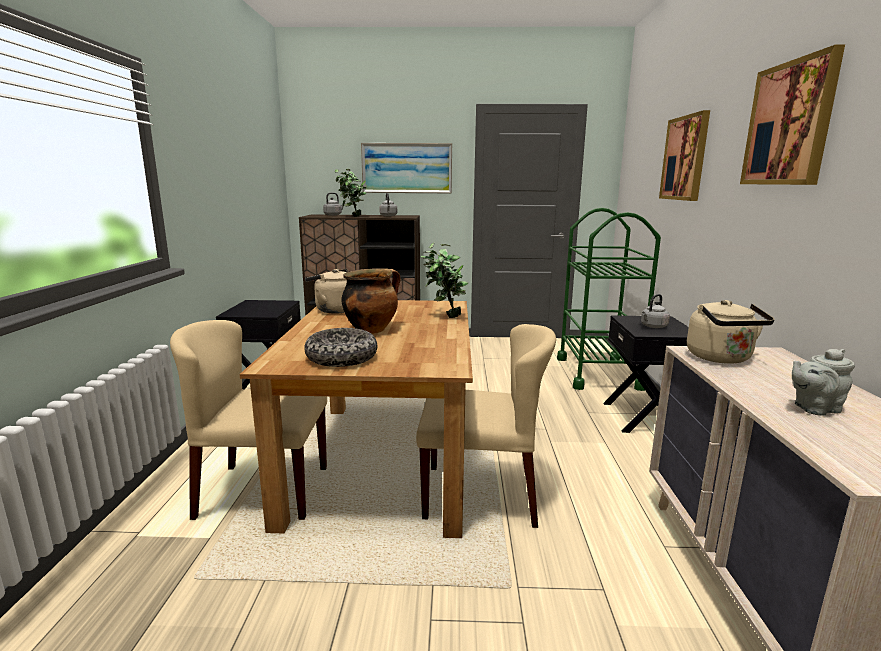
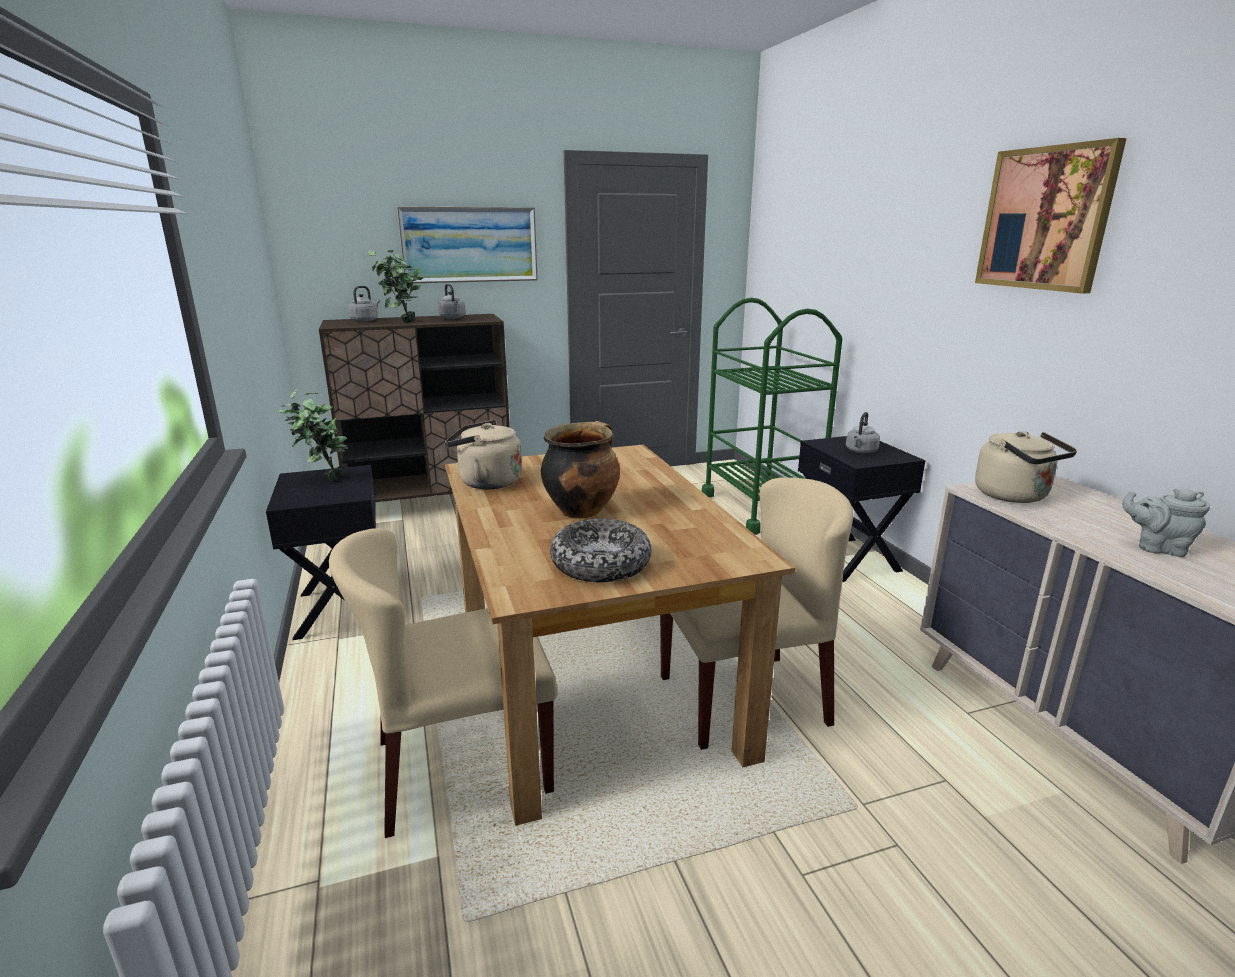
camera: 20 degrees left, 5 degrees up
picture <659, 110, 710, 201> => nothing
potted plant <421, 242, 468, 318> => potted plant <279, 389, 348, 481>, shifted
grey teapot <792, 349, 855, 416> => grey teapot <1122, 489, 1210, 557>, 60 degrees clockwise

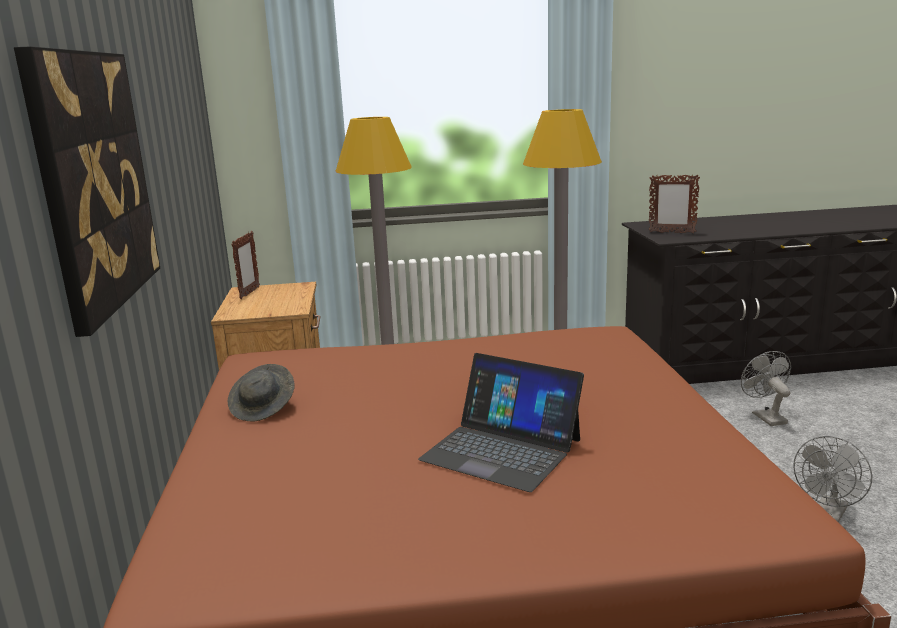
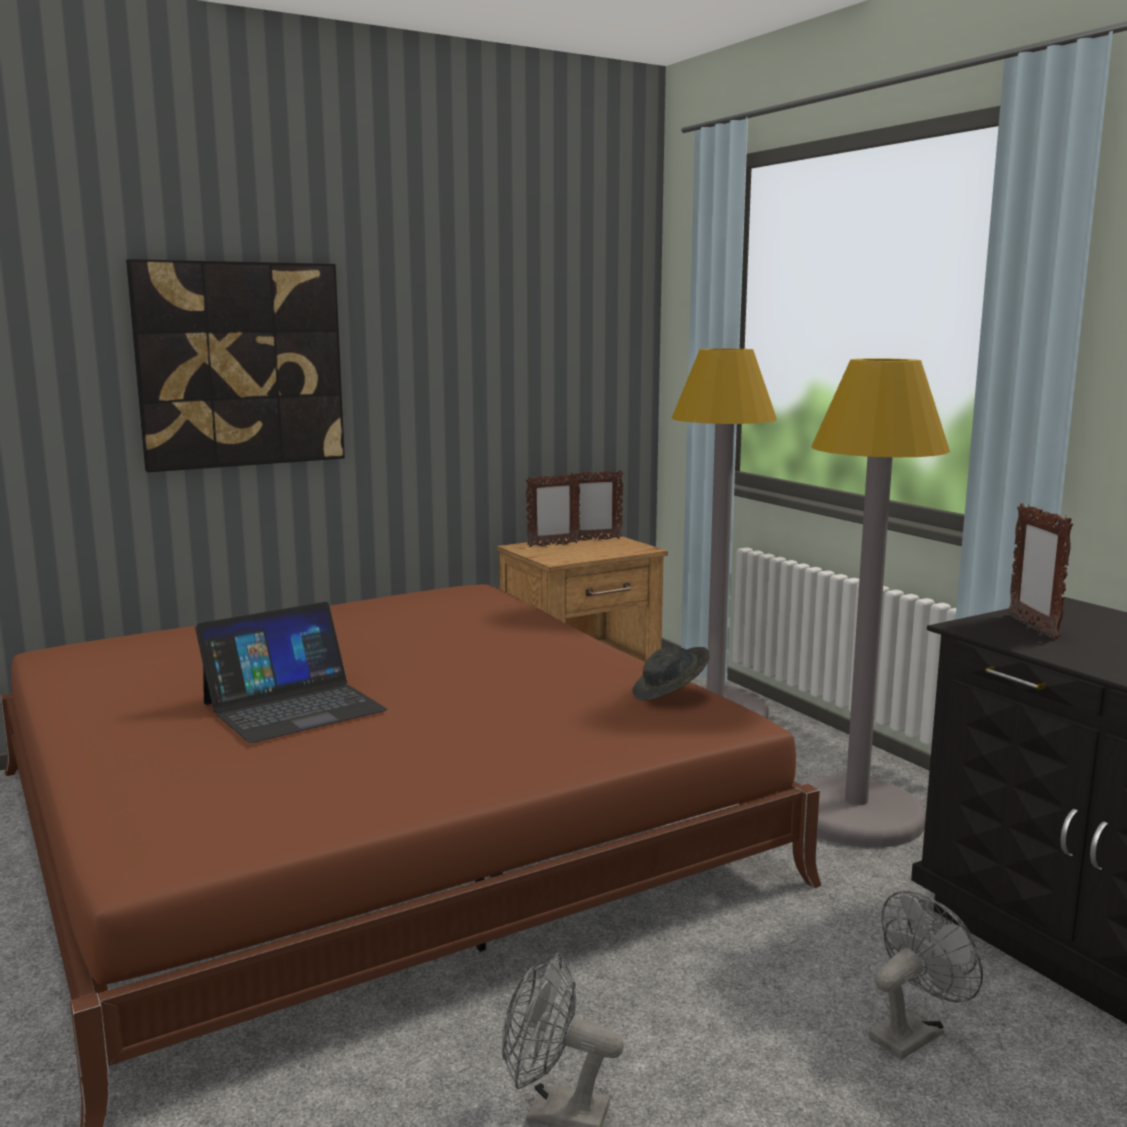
camera: 65 degrees right, 5 degrees down
laptop <418, 353, 584, 492> => laptop <195, 602, 387, 743>, 135 degrees counterclockwise
grey hat <228, 364, 295, 421> => grey hat <632, 647, 710, 700>, shifted
nothing => picture frame <525, 473, 580, 547>

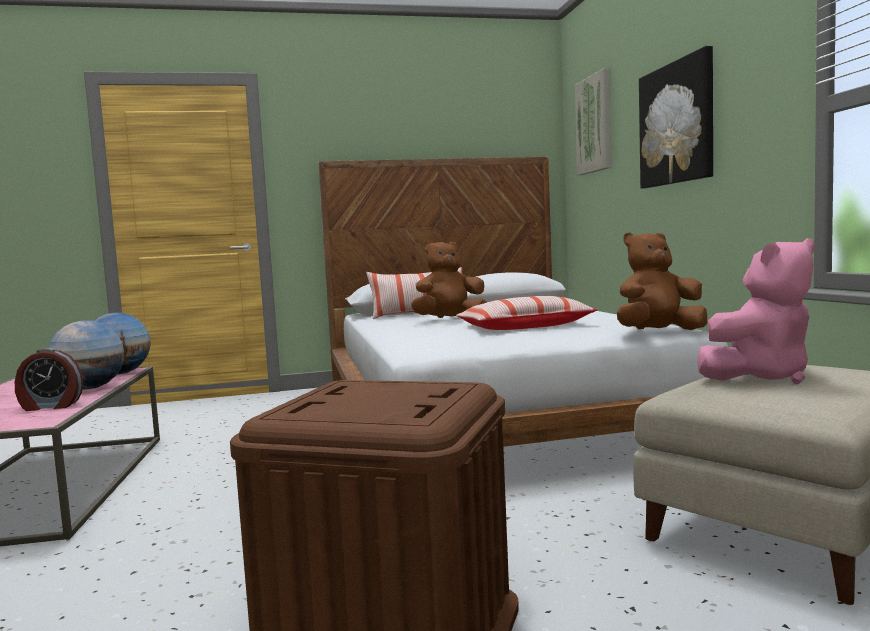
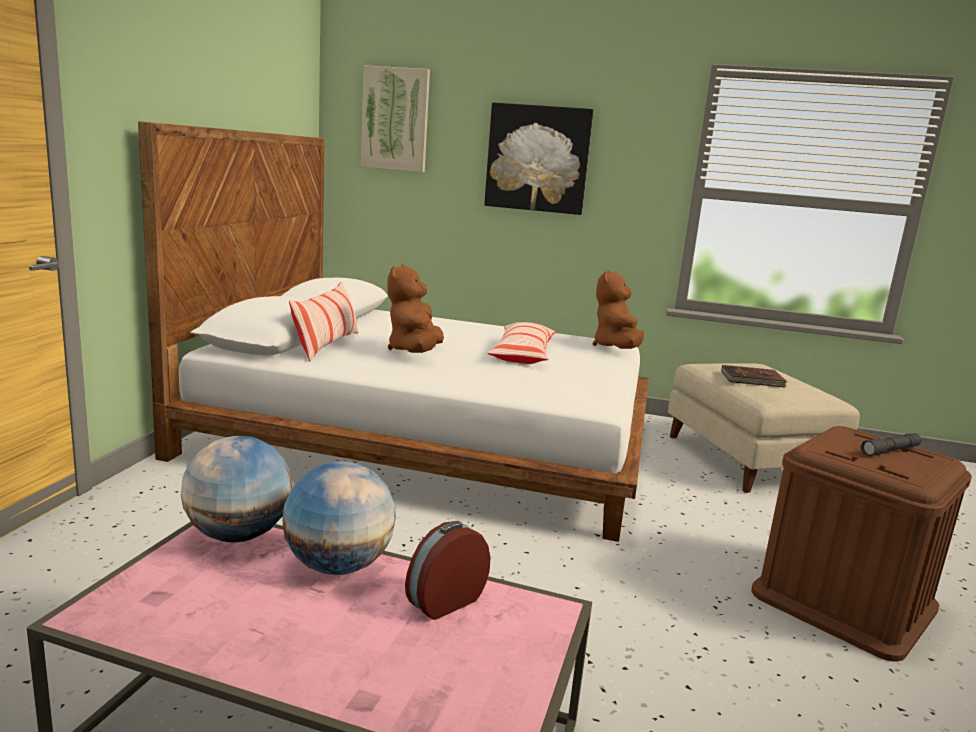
camera: 65 degrees left, 10 degrees up
pink plush toy <697, 238, 815, 384> => brown book <721, 365, 788, 387>
alarm clock <15, 348, 83, 411> => alarm clock <405, 521, 490, 620>, 150 degrees counterclockwise
nothing => grey flashlight <860, 433, 922, 456>

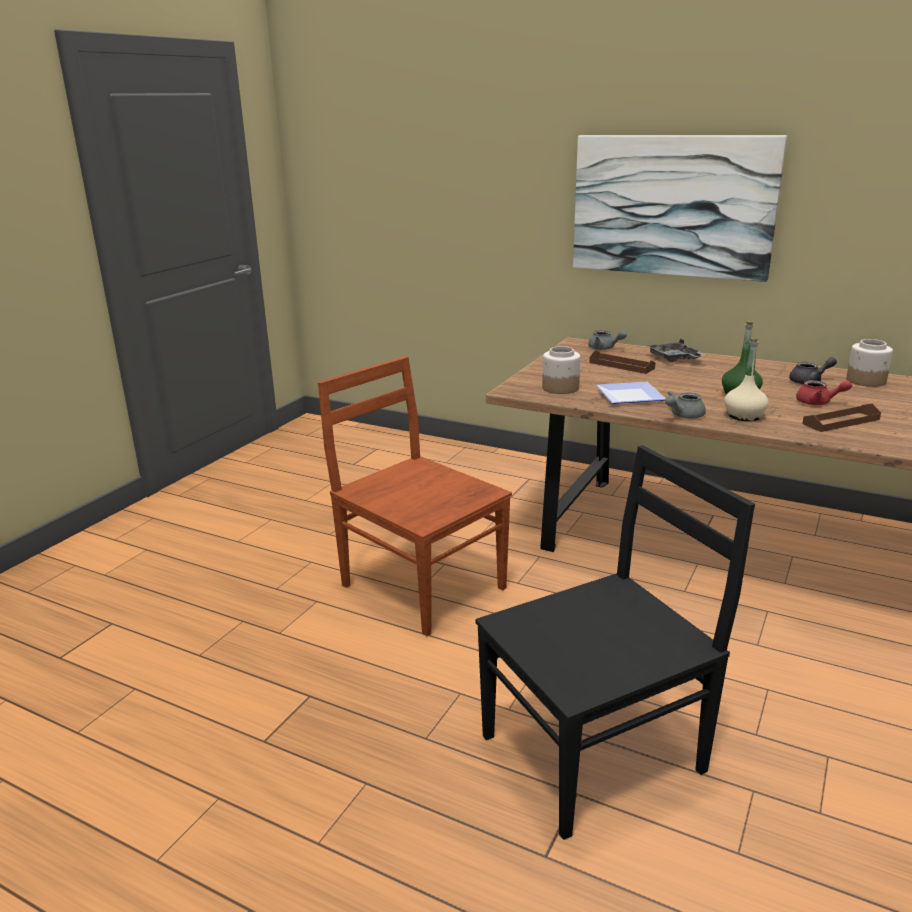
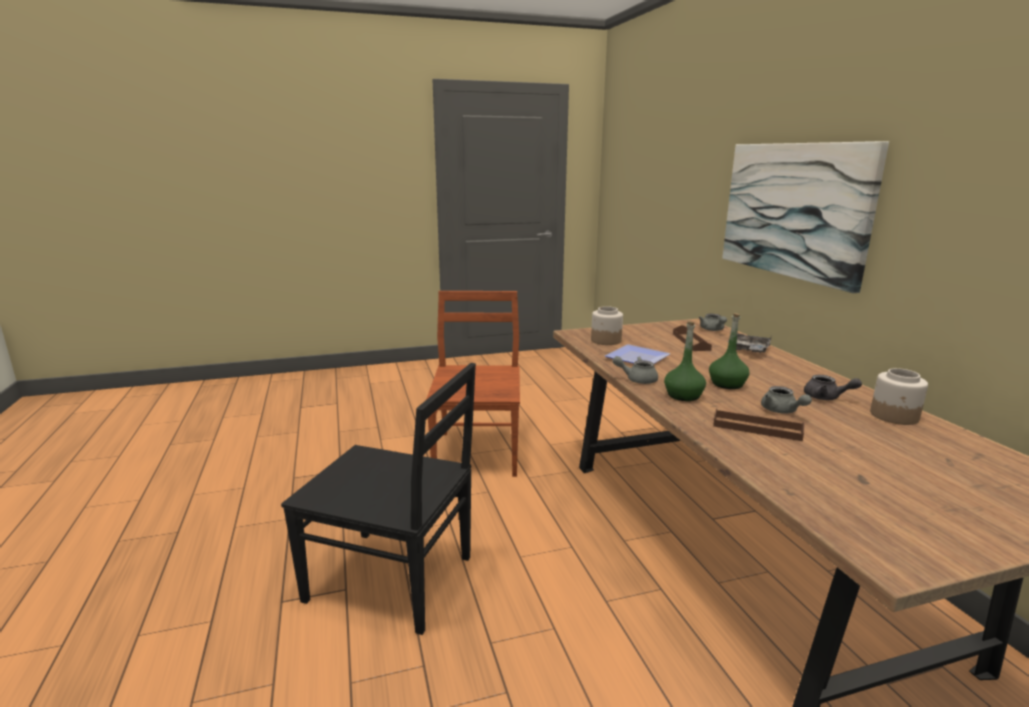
camera: 45 degrees right, 5 degrees down
beige bottle <724, 339, 769, 421> => green bottle <664, 322, 706, 401>
red teapot <796, 380, 852, 405> => grey teapot <761, 386, 812, 414>

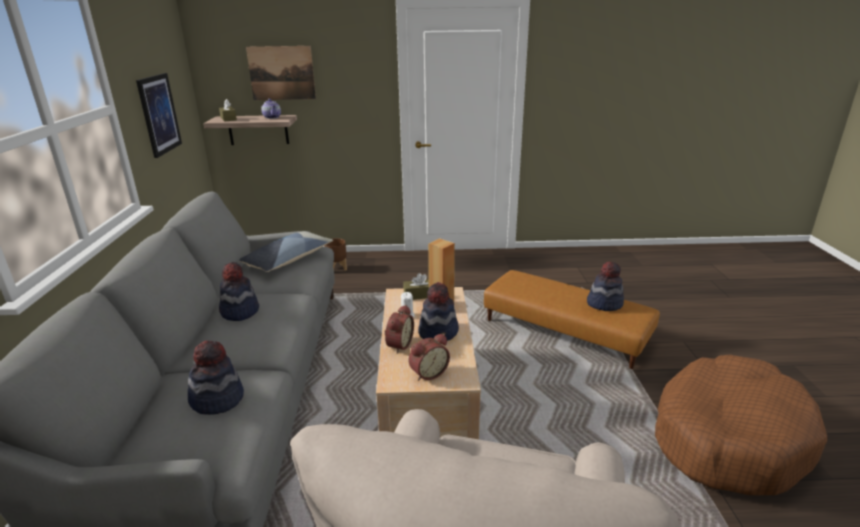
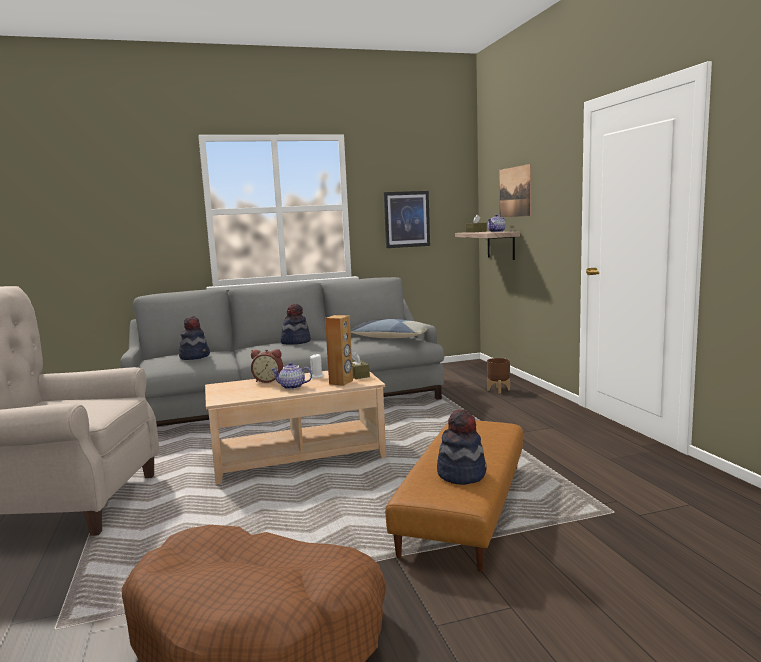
camera: 75 degrees right, 15 degrees down
hat <418, 282, 459, 341> => teapot <271, 362, 312, 389>
alarm clock <409, 334, 450, 381> => nothing

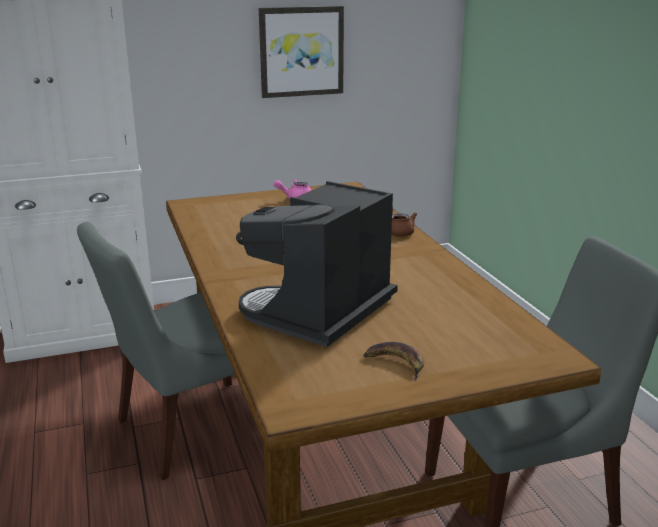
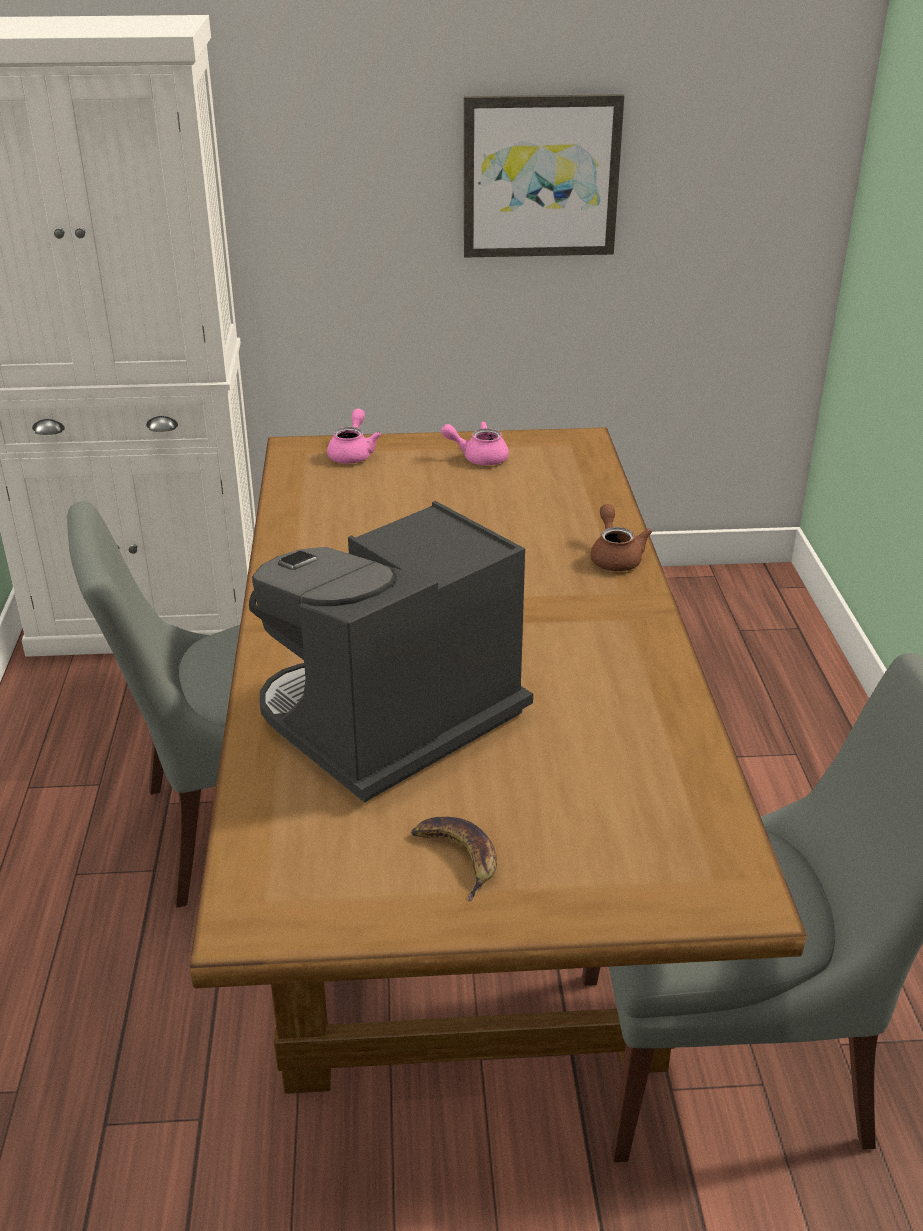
camera: 15 degrees right, 10 degrees up
nothing => pink teapot <327, 409, 381, 464>

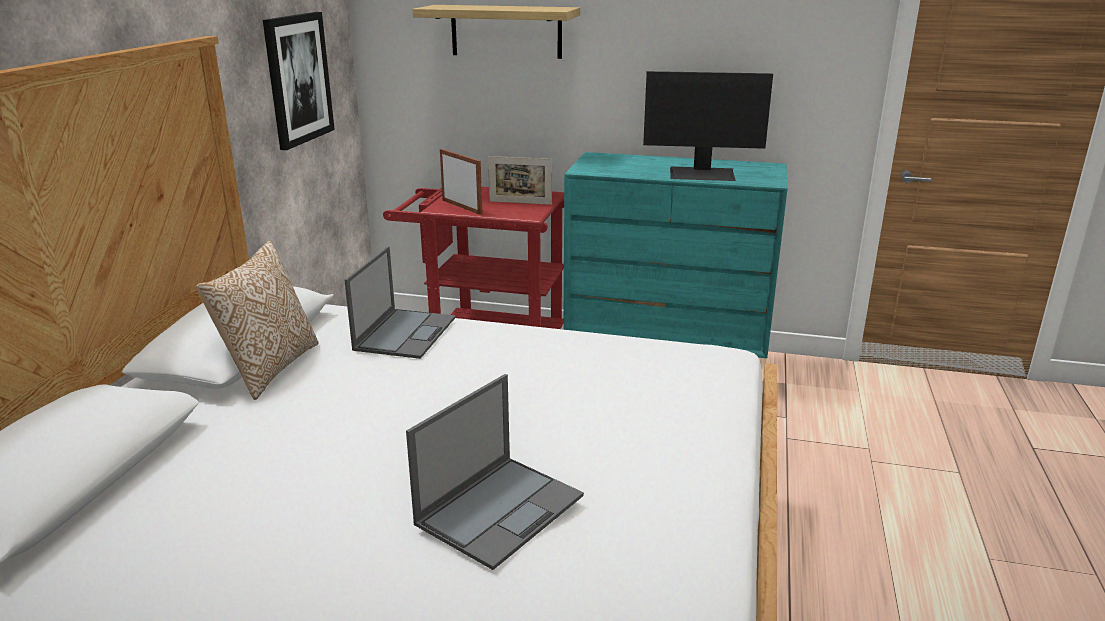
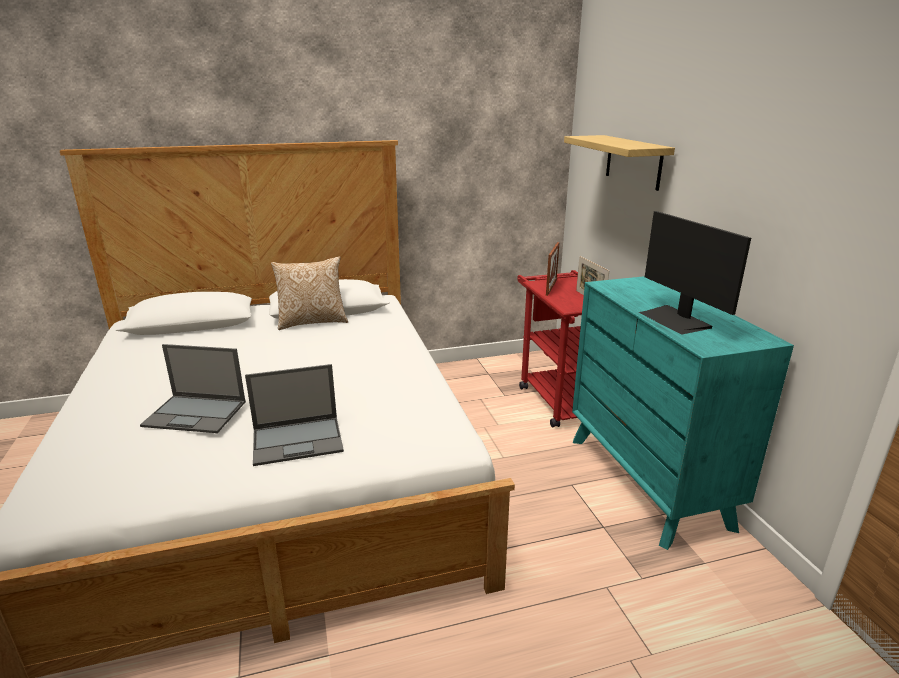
camera: 60 degrees right, 0 degrees up
picture <263, 12, 335, 150> => nothing
laptop <344, 246, 455, 359> => laptop <245, 364, 344, 466>, shifted

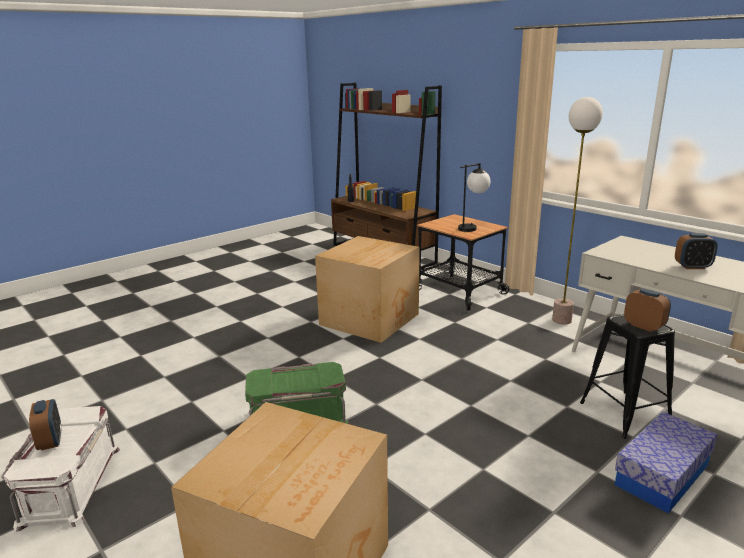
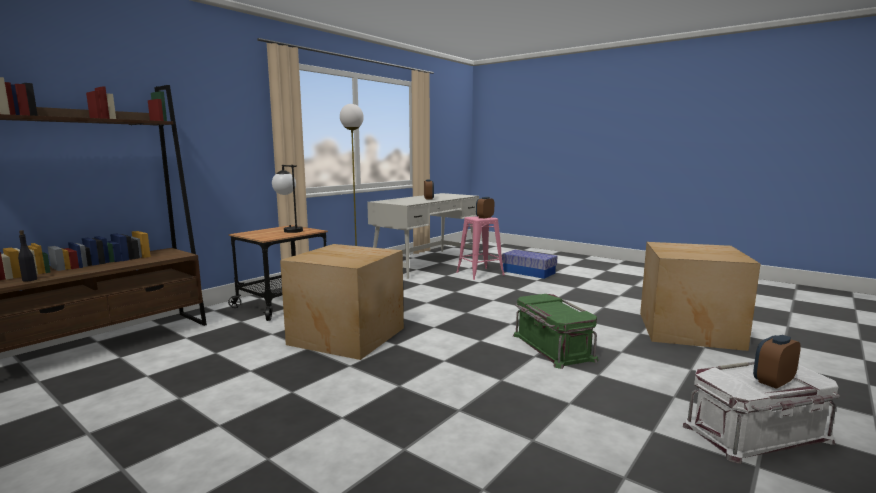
camera: 100 degrees left, 10 degrees down
black stool <580, 314, 675, 439> => pink stool <457, 216, 505, 280>

